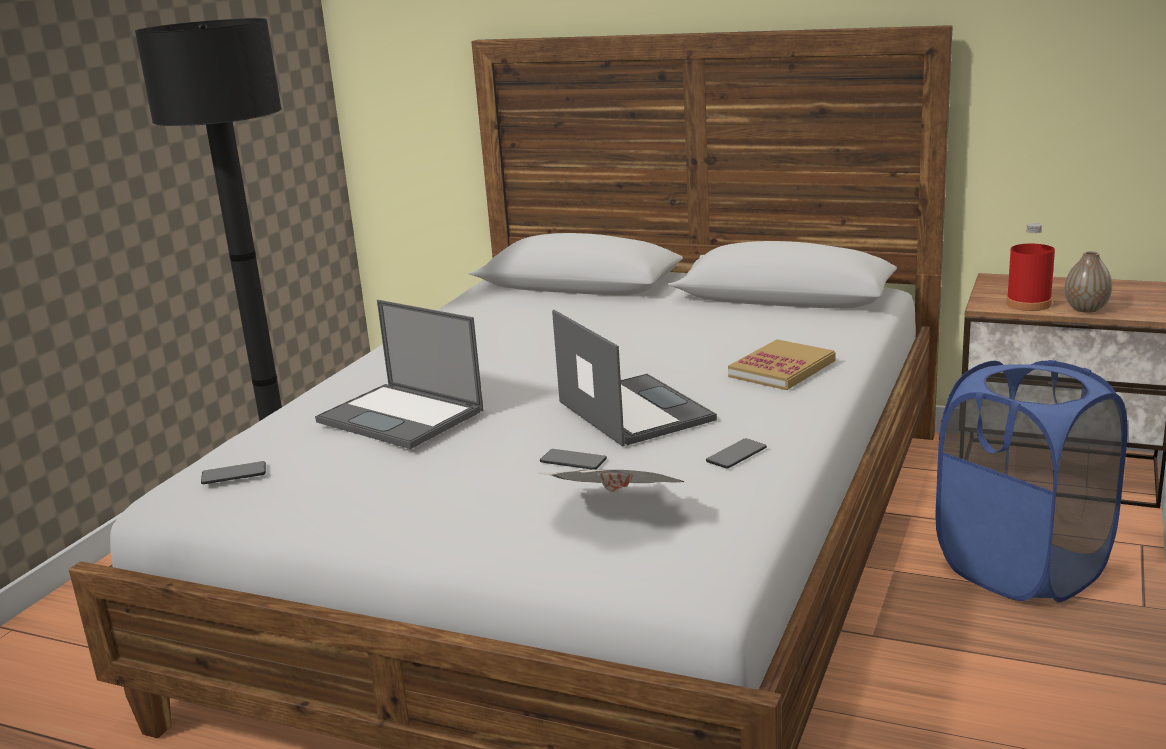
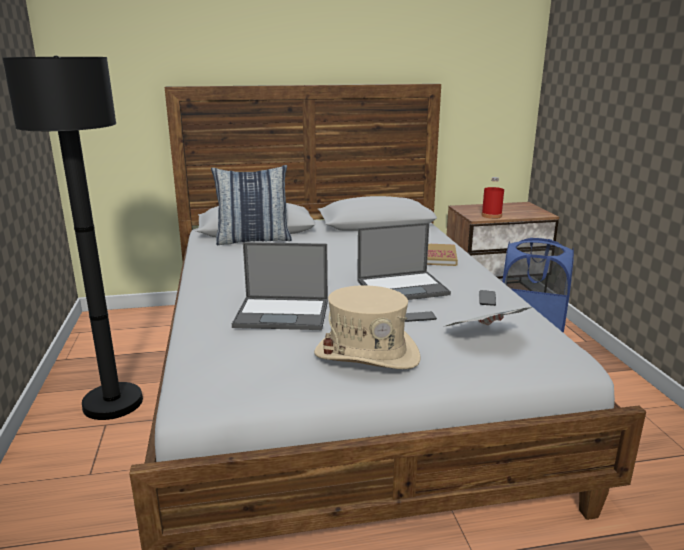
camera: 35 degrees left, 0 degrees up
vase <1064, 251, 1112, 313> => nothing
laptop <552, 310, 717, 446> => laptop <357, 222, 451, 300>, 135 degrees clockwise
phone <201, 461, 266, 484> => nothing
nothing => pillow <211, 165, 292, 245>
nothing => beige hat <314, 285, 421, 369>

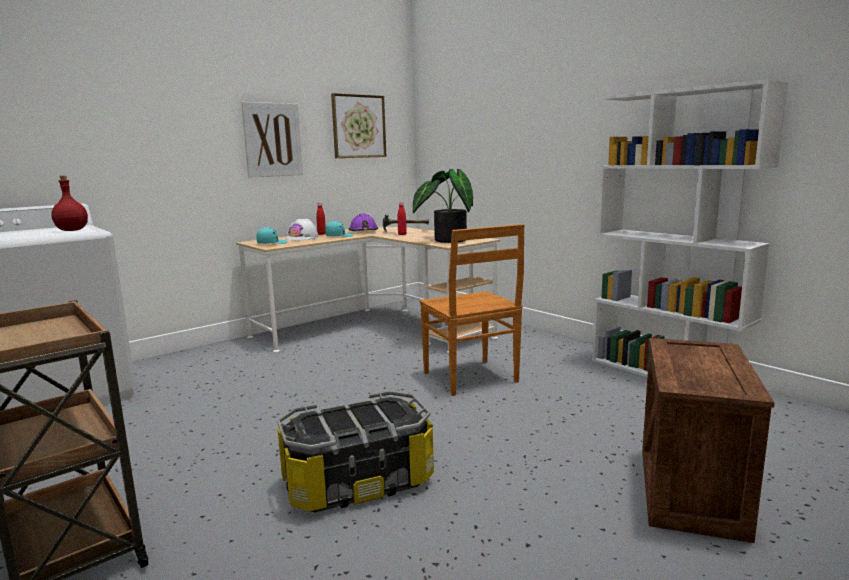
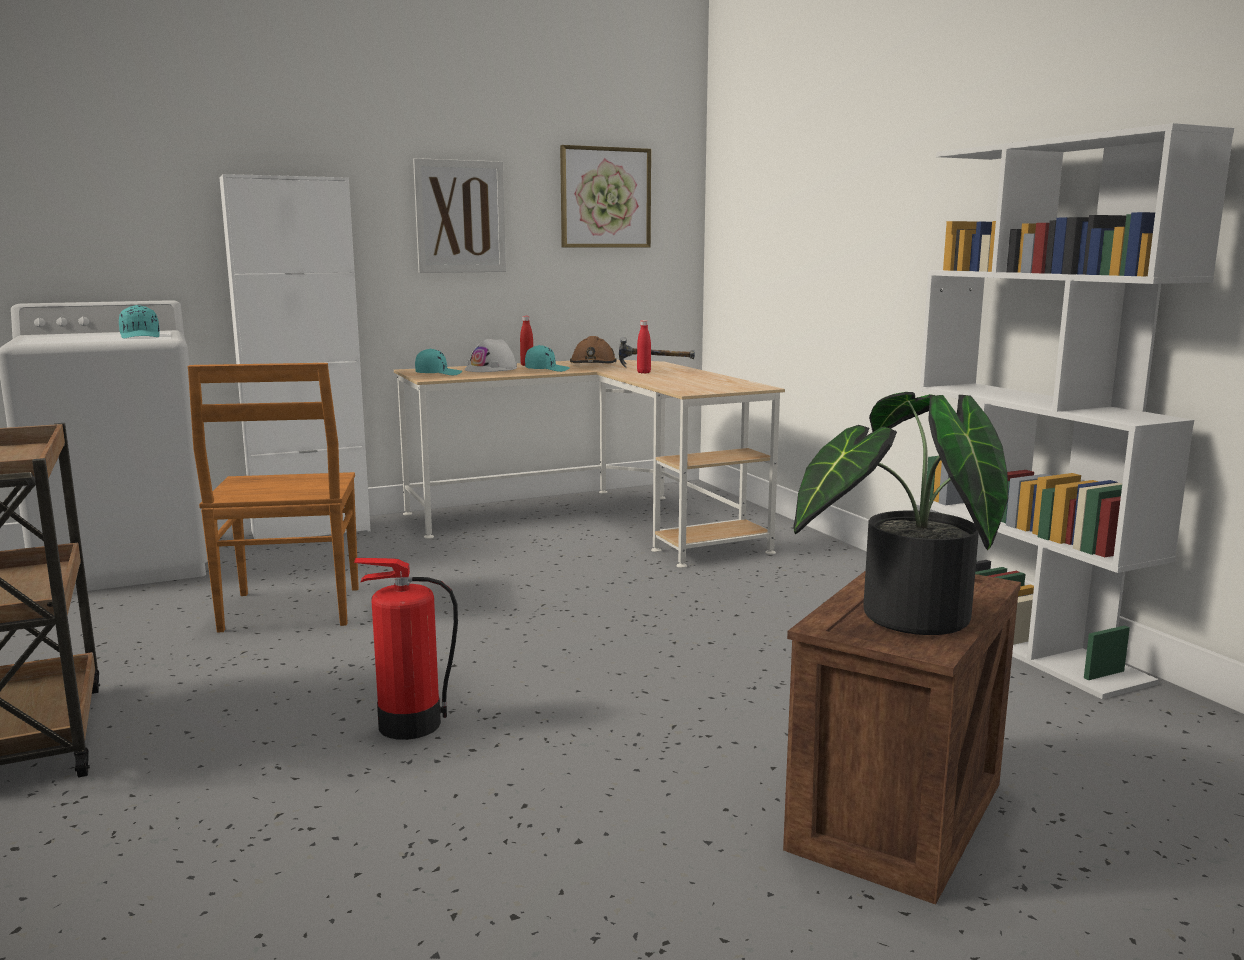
camera: 15 degrees right, 0 degrees up
potted plant <413, 169, 473, 243> => potted plant <793, 392, 1008, 635>, shifted
red bottle <51, 176, 88, 231> => turquoise cap <119, 305, 160, 339>
purple hard hat <349, 213, 378, 231> => brown hard hat <570, 336, 617, 364>
brown chair <419, 224, 524, 396> => brown chair <188, 363, 359, 633>, shifted
storage box <277, 391, 434, 512> => fire extinguisher <354, 558, 458, 740>
nothing => white cabinet <219, 174, 370, 539>

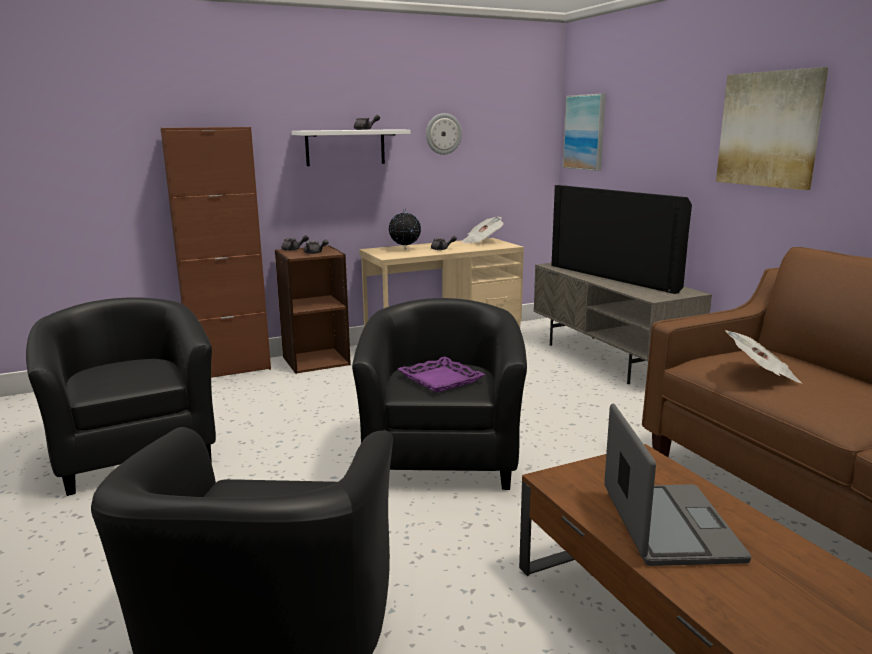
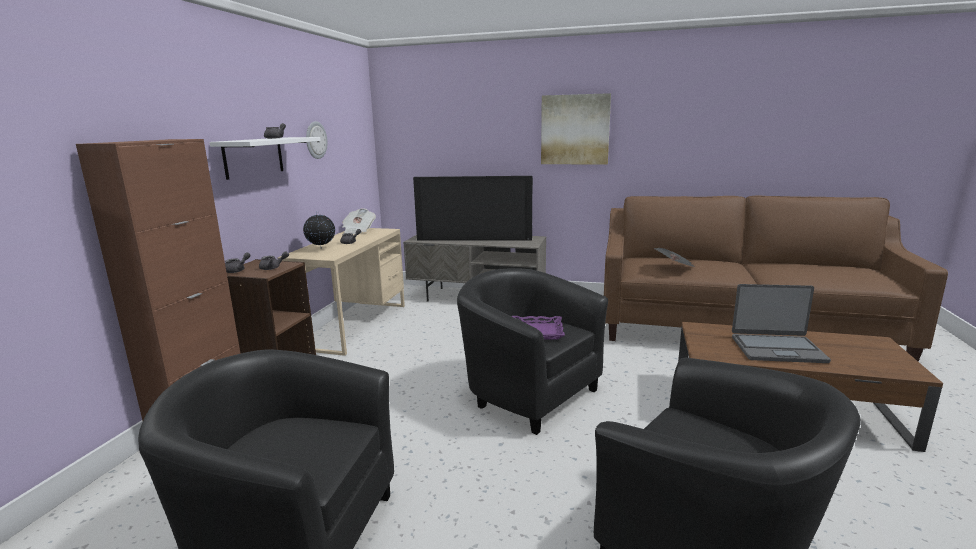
camera: 50 degrees left, 0 degrees up
picture <563, 94, 606, 171> => nothing
laptop <604, 403, 751, 566> => laptop <732, 284, 831, 363>, 150 degrees clockwise

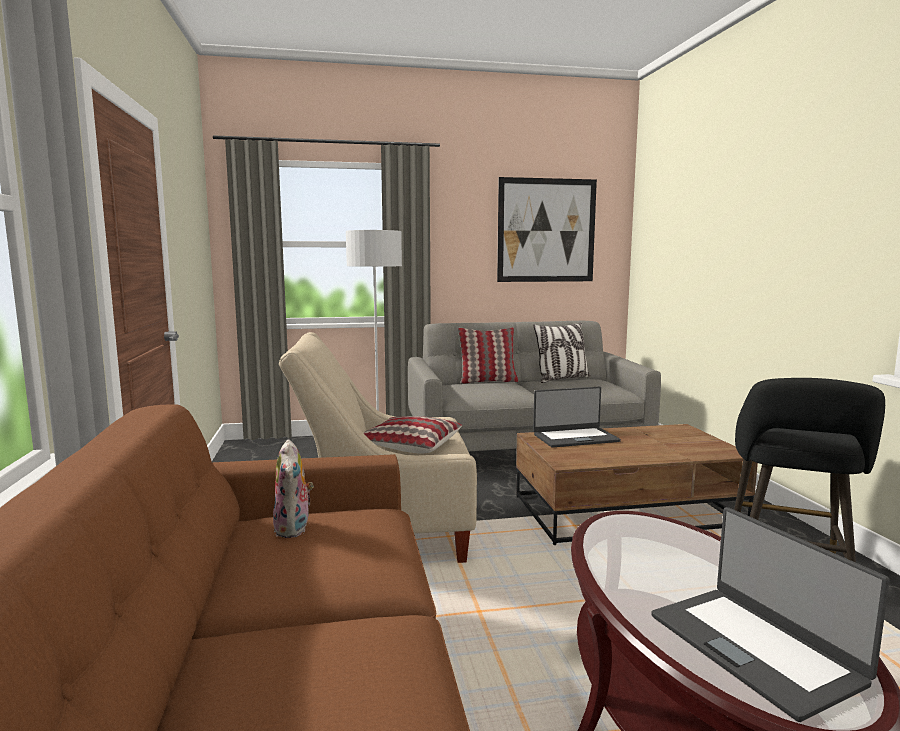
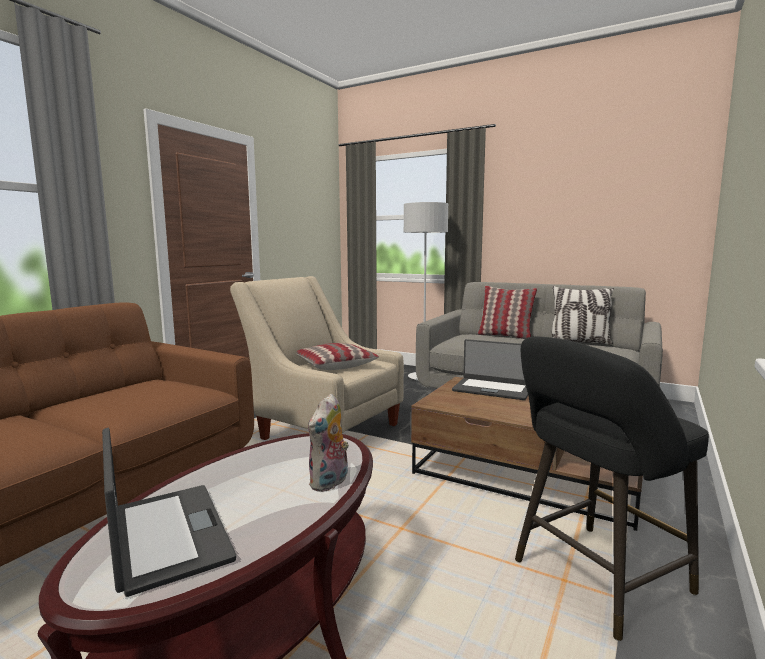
camera: 40 degrees right, 0 degrees up
picture <497, 177, 597, 282> => nothing
plush toy <273, 439, 314, 538> => plush toy <308, 394, 349, 492>, shifted
laptop <651, 507, 890, 722> => laptop <102, 428, 236, 597>, 135 degrees clockwise

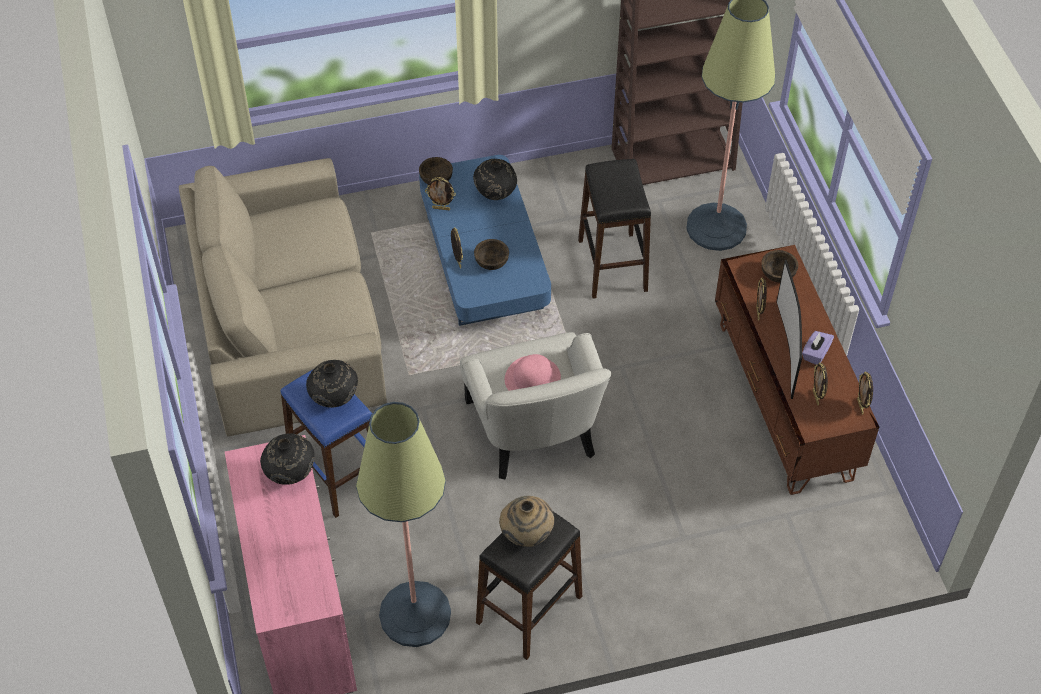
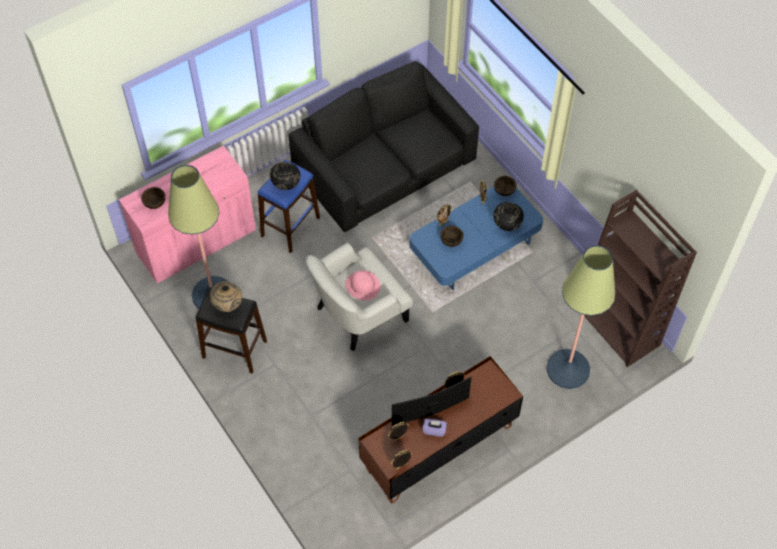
camera: 70 degrees right, 5 degrees up
beige sofa <179, 158, 387, 436> => black sofa <289, 61, 479, 232>
black stool <578, 159, 651, 299> => nothing
brown bowl <761, 250, 798, 282> => brown bowl <141, 187, 165, 209>, shifted
black vase <260, 433, 314, 485> => nothing

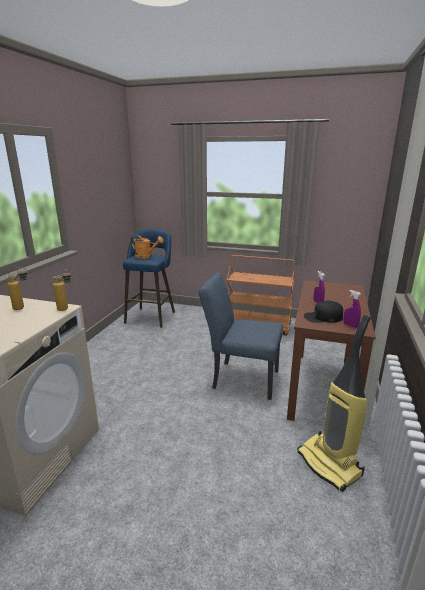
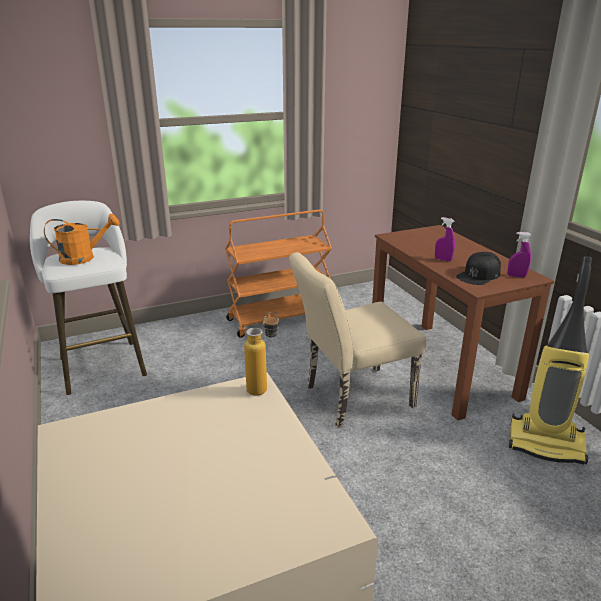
camera: 40 degrees left, 5 degrees up
blue stool <123, 229, 175, 328> => white stool <30, 201, 147, 395>
bottle <7, 267, 27, 310> => nothing
blue chair <198, 273, 283, 400> => beige chair <289, 252, 426, 428>

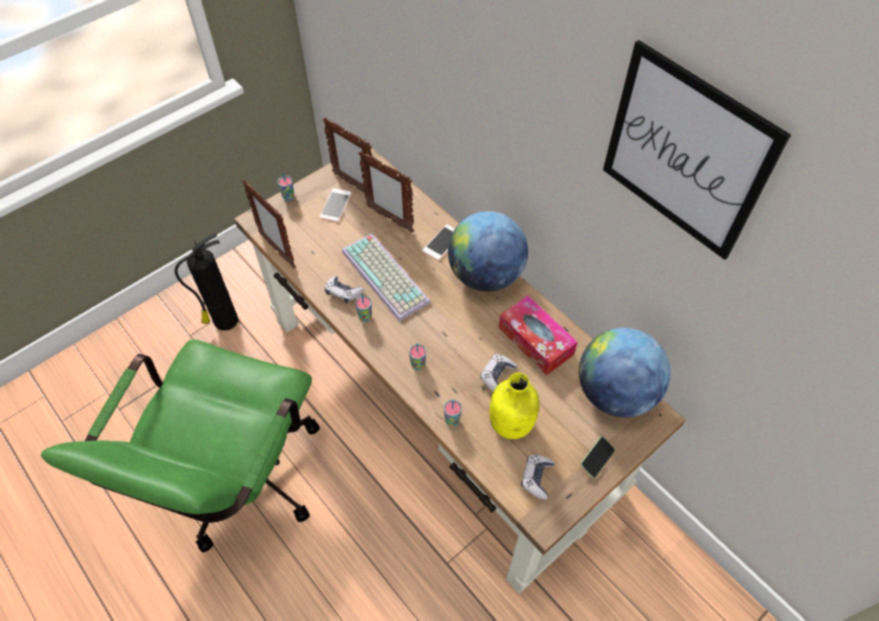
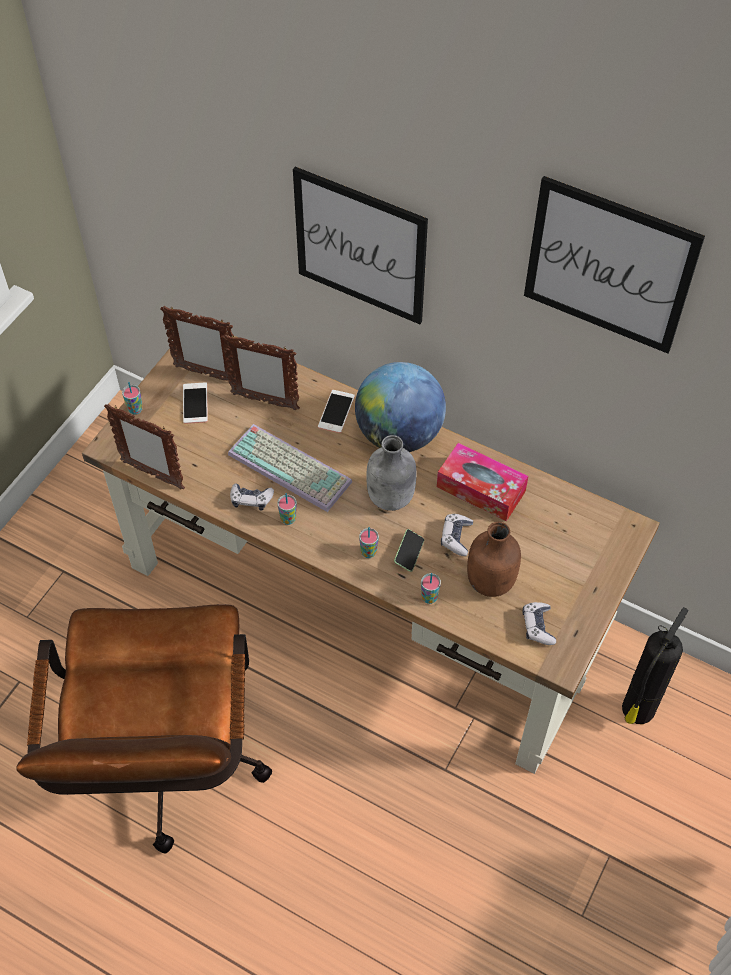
camera: 20 degrees left, 0 degrees up
fire extinguisher <175, 233, 238, 331> => fire extinguisher <622, 607, 689, 724>, shifted
globe <579, 328, 671, 417> => nothing
green office chair <41, 339, 320, 552> => brown office chair <16, 604, 272, 853>
yellow bottle <490, 373, 539, 439> => brown bottle <467, 522, 521, 597>
phone <581, 436, 615, 478> => phone <394, 529, 424, 572>, shifted
nothing => picture <293, 167, 428, 324>
nothing => grey bottle <366, 435, 417, 511>

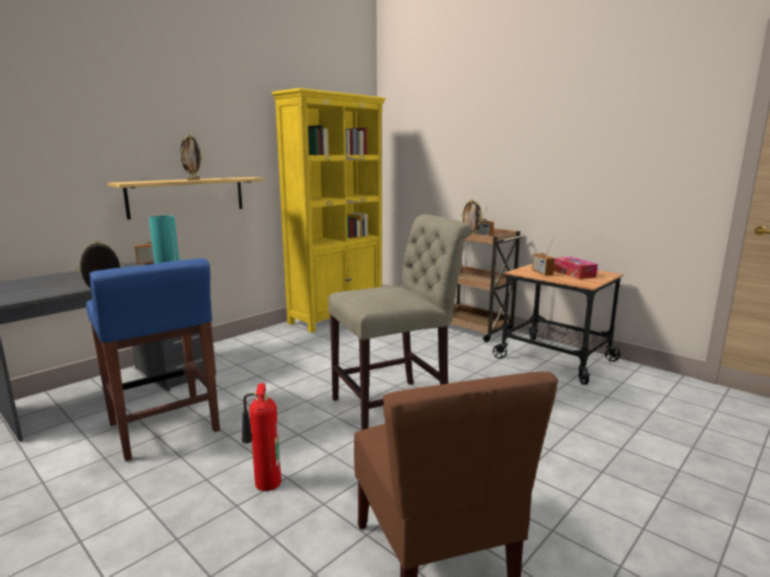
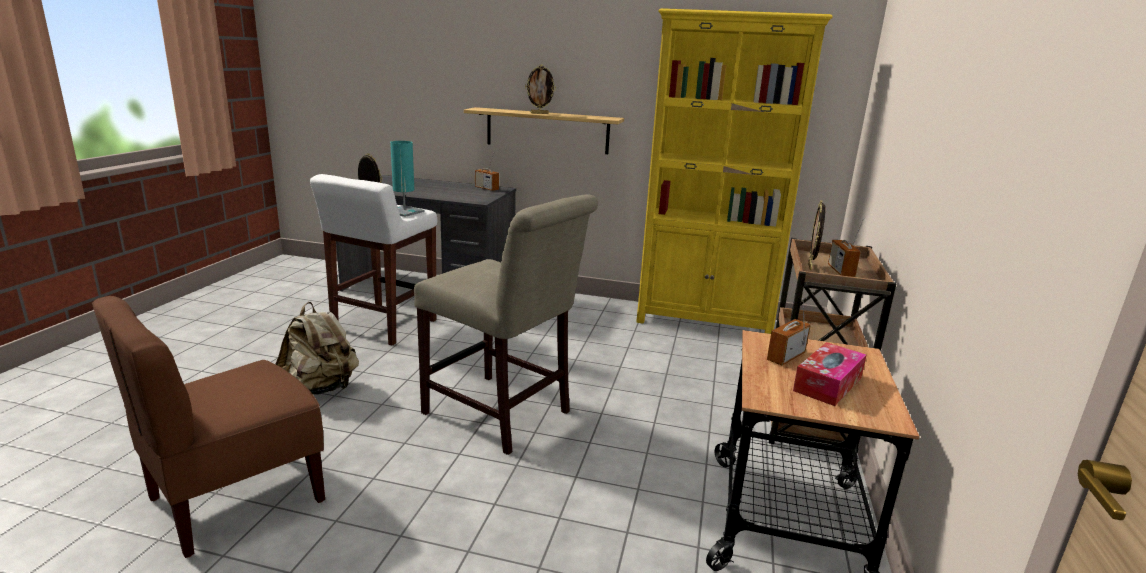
camera: 60 degrees right, 5 degrees up
blue stool <86, 258, 220, 461> => white stool <310, 174, 437, 346>
fire extinguisher <242, 383, 281, 491> => beige backpack <276, 302, 359, 395>

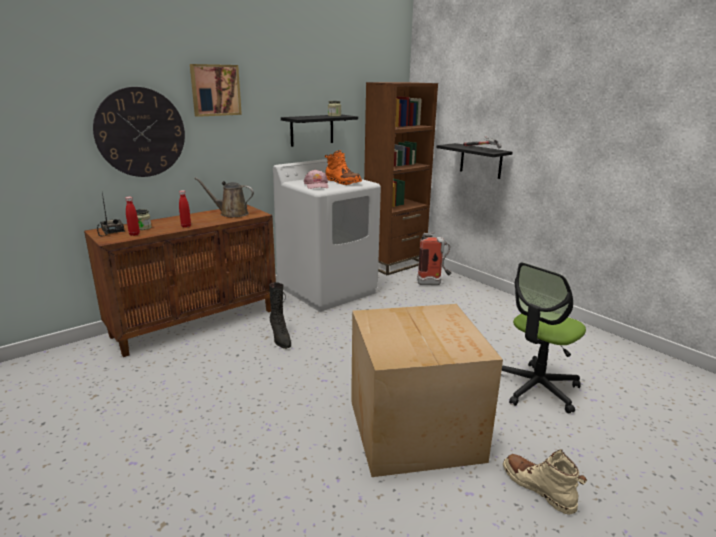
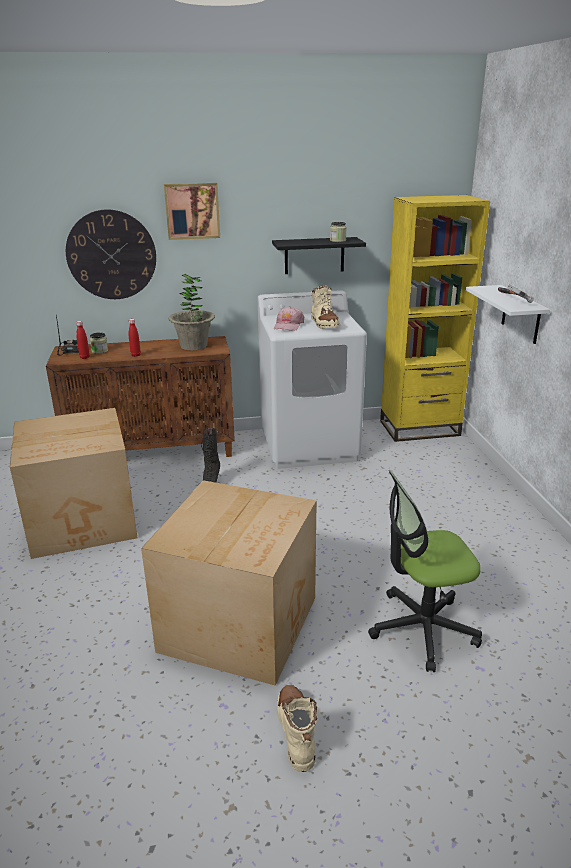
camera: 30 degrees right, 5 degrees up
brown bookcase <364, 82, 438, 275> => yellow bookcase <380, 195, 490, 442>
black shelf <437, 143, 513, 179> => white shelf <466, 285, 550, 344>
orange boot <325, 150, 362, 185> => beige boot <311, 285, 341, 329>
brown watering can <194, 177, 254, 217> => potted plant <168, 274, 215, 350>
fire extinguisher <417, 232, 451, 285> => nothing
nothing => cardboard box <10, 408, 137, 559>

